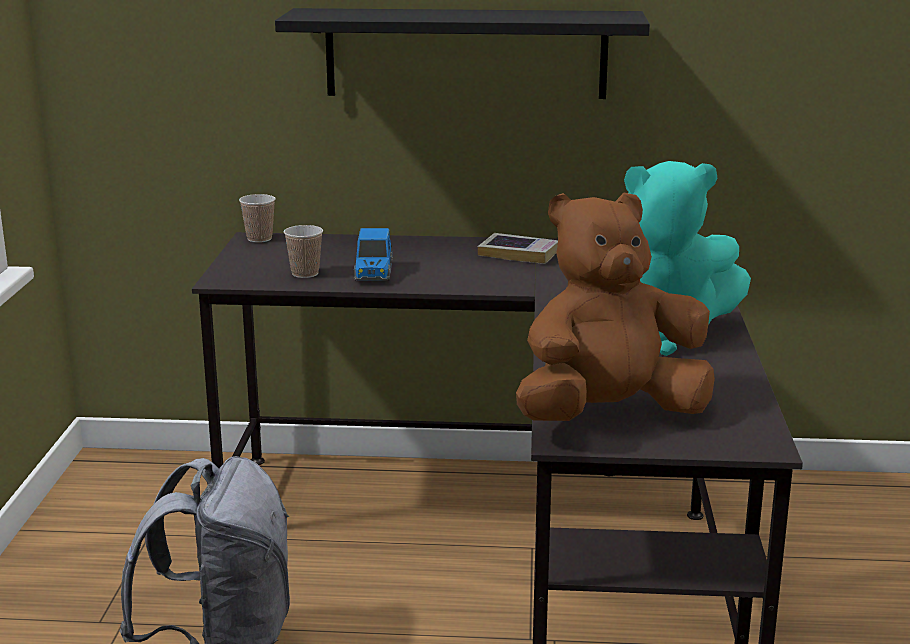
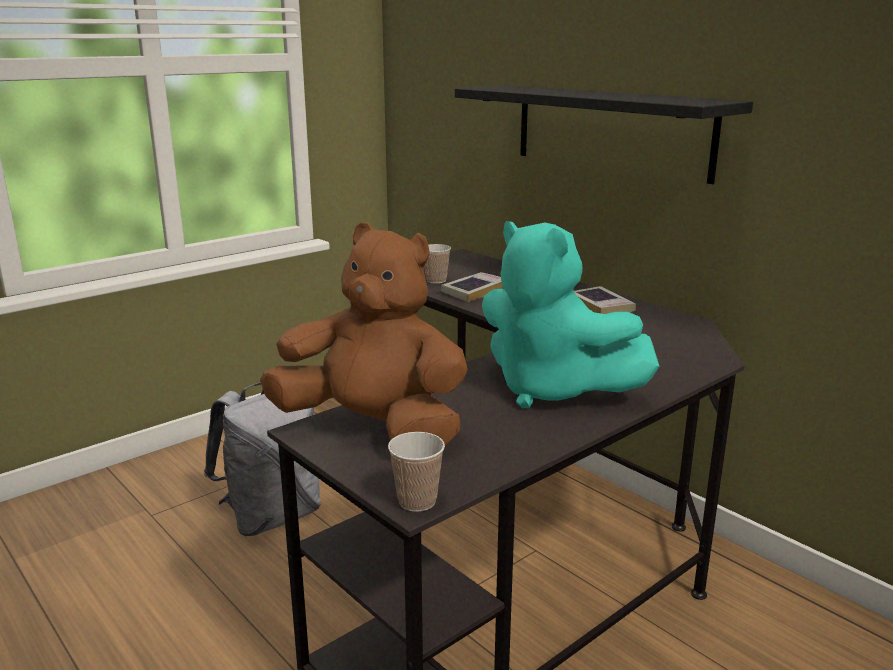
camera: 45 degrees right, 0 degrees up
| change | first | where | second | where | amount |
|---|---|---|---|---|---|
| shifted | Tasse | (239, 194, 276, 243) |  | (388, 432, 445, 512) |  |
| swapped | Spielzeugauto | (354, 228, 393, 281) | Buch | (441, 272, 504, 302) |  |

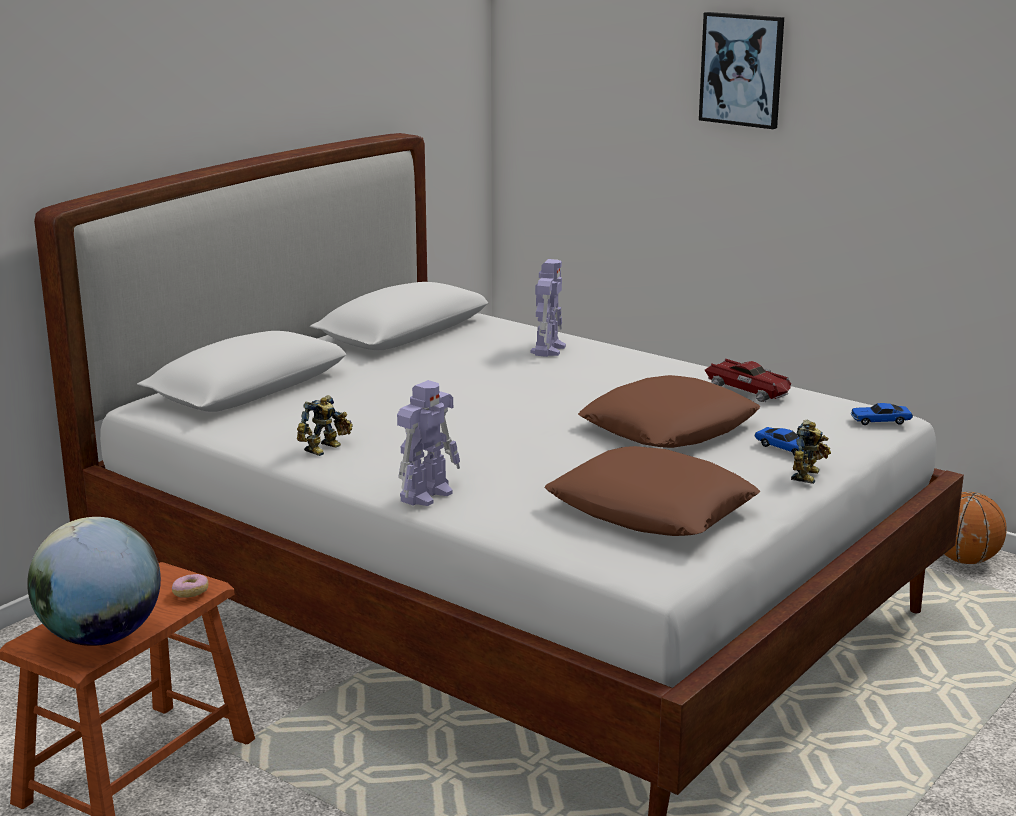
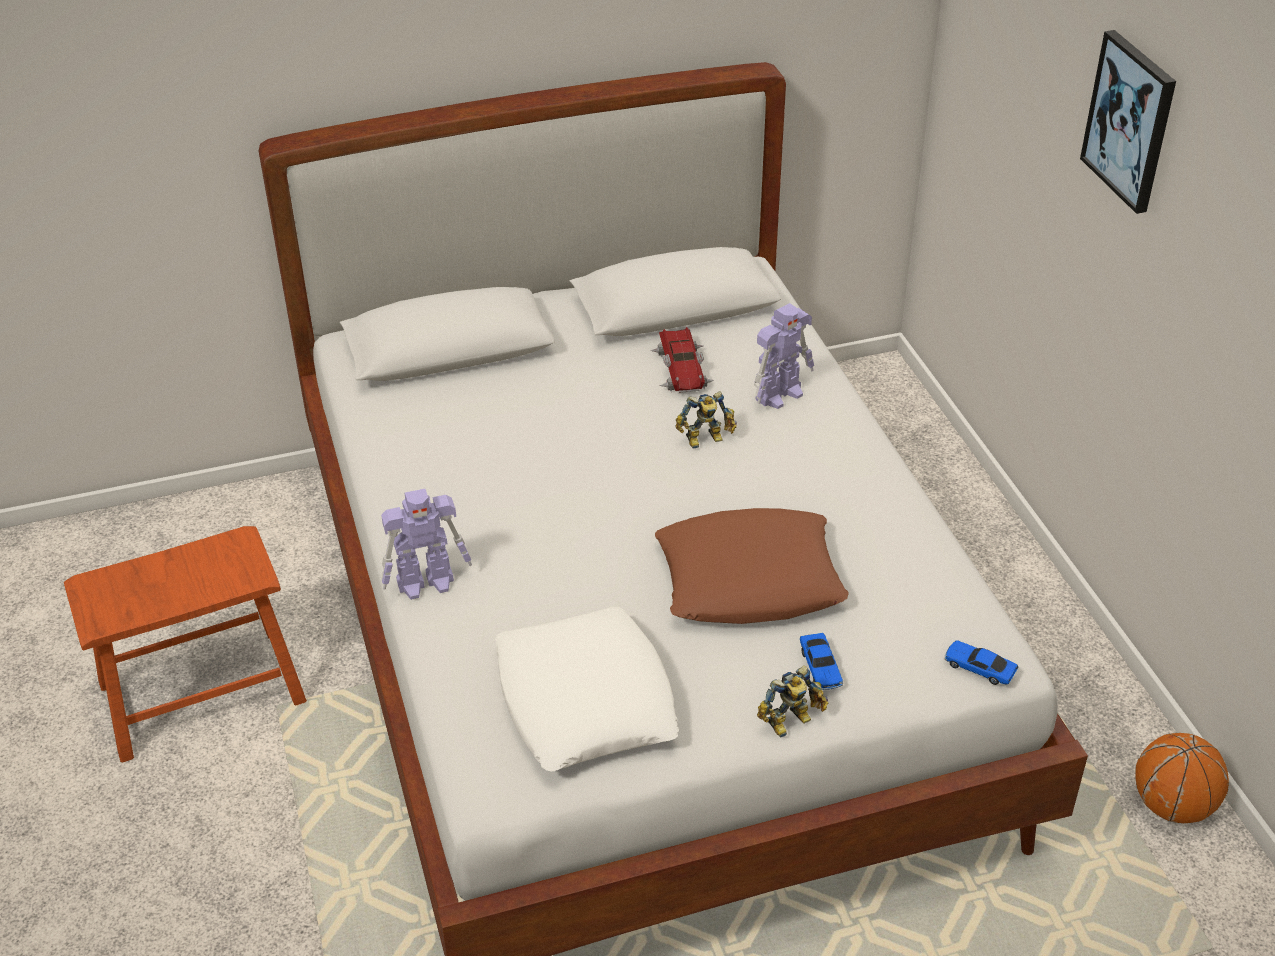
camera: 35 degrees right, 20 degrees up
| change | first | where | second | where | amount |
|---|---|---|---|---|---|
| repainted | Kissen [braun] | (545, 446, 760, 536) | Kissen [weiß] | (495, 607, 679, 771) |  |
| shifted | Spielzeugauto | (705, 358, 791, 402) |  | (651, 327, 714, 393) |  |
| shifted | Spielzeugroboter | (297, 395, 353, 456) |  | (675, 391, 737, 449) |  |
| gone | Globus | (27, 517, 161, 646) |  |  |  |
| gone | Donut | (172, 574, 208, 598) |  |  |  |

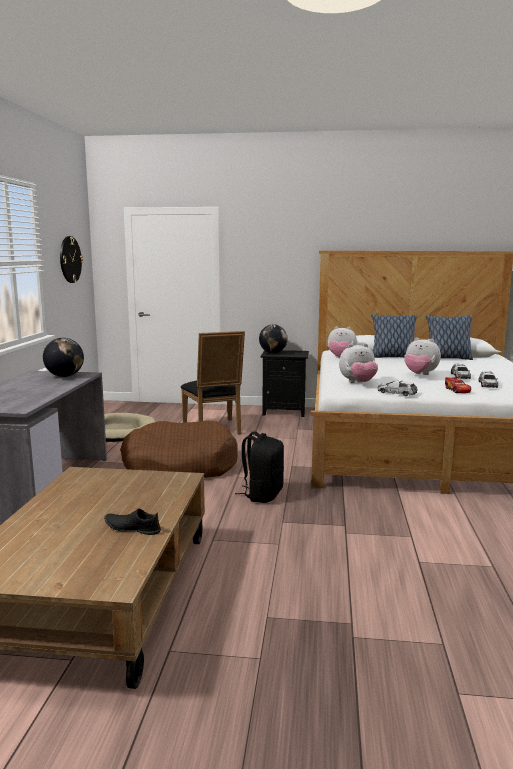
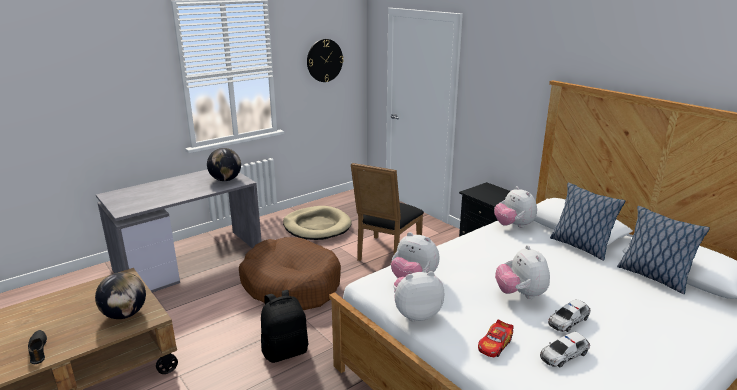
camera: 45 degrees right, 10 degrees up
| change | first | where | second | where | amount |
|---|---|---|---|---|---|
| shifted | Globus | (259, 324, 287, 353) |  | (95, 272, 146, 319) |  |
| swapped | Spielzeugauto | (378, 381, 417, 396) | Plüschtier | (394, 271, 444, 322) |  |

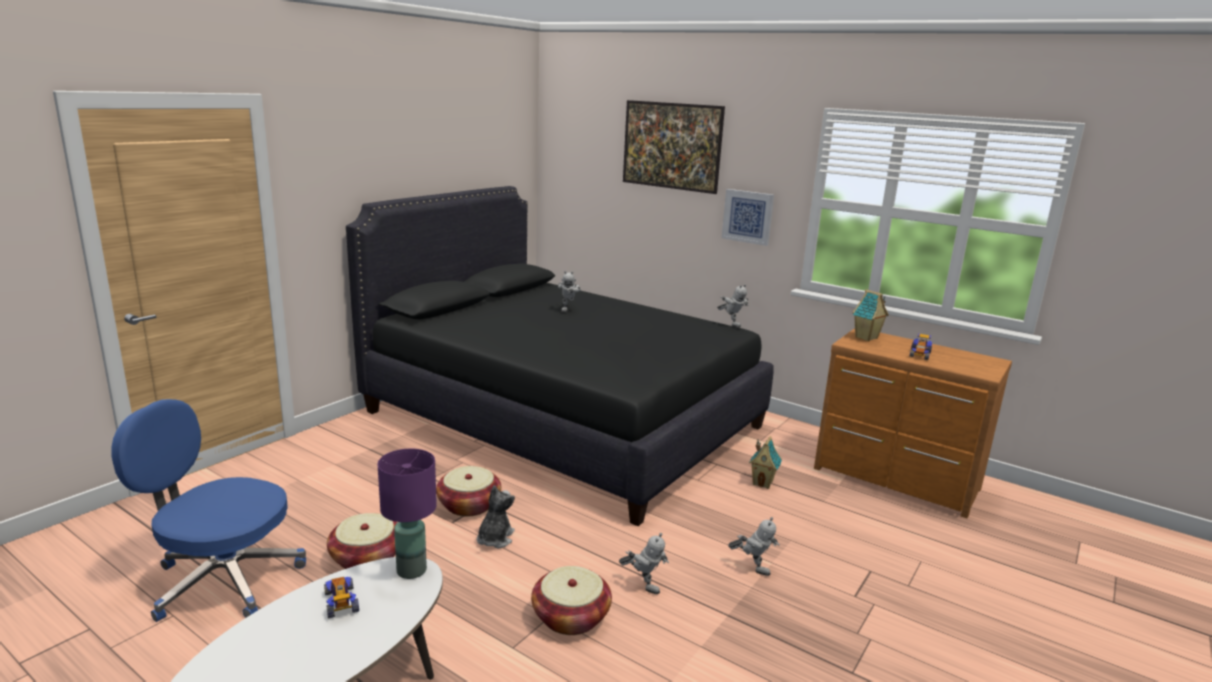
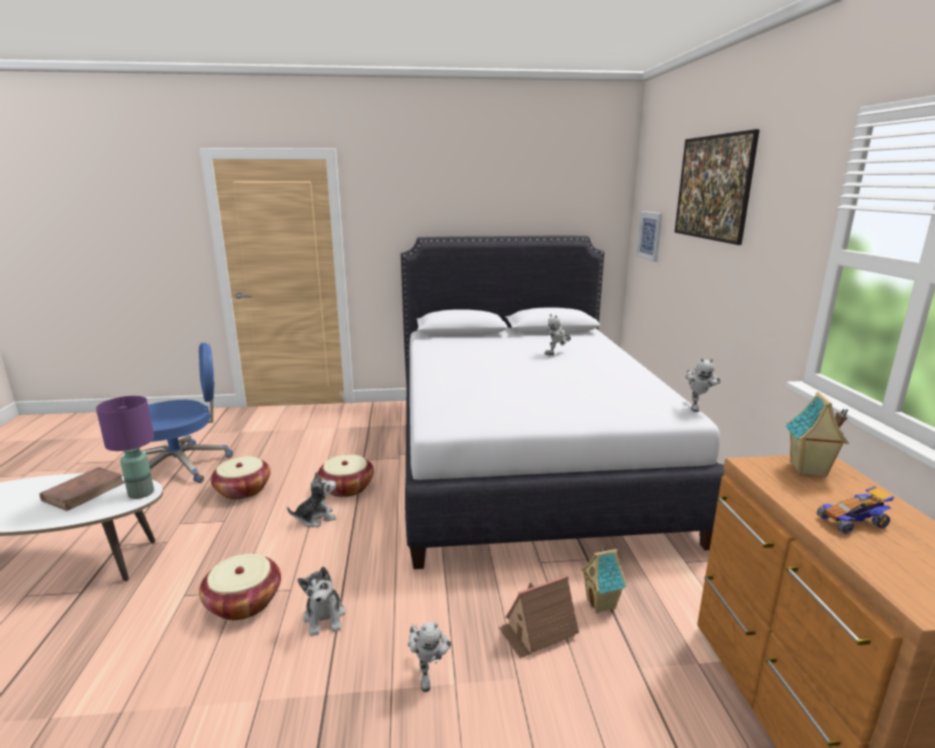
camera: 50 degrees right, 0 degrees up
| change | first | where | second | where | amount |
|---|---|---|---|---|---|
| swapped | Spielzeugauto | (324, 577, 359, 618) | Buch [braun] | (40, 467, 125, 511) |  |
| rotated | Bürostuhl [blau] | (111, 399, 306, 622) |  | (140, 343, 233, 483) | 90 degrees clockwise |
| swapped | Spielzeugroboter | (619, 533, 669, 594) | Plüschtier | (298, 566, 346, 636) |  |
| repainted | Bett [schwarz] | (346, 186, 774, 526) | Bett [weiß] | (401, 236, 724, 569) |  |
| new |  |  | Spielzeughaus | (498, 575, 579, 658) |  |
| shifted | Bild | (722, 189, 774, 246) |  | (636, 211, 663, 262) |  |

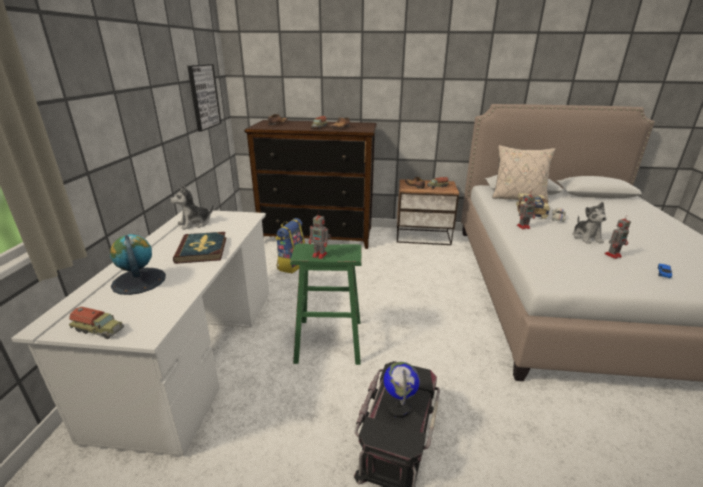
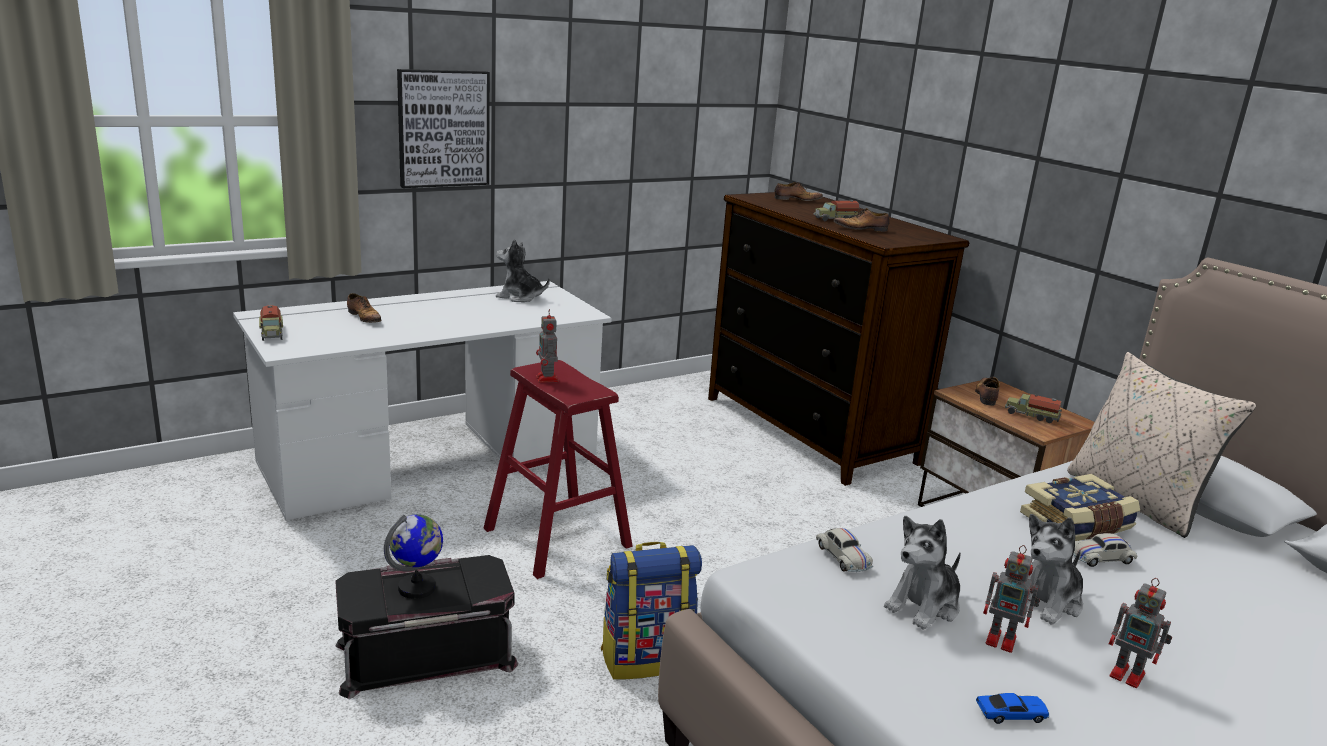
camera: 50 degrees right, 5 degrees down
| change | first | where | second | where | amount |
|---|---|---|---|---|---|
| swapped | Globus | (110, 234, 166, 295) | Schuh | (347, 293, 382, 323) |  |
| shifted | Bild | (187, 64, 221, 131) |  | (397, 69, 490, 188) |  |
| repainted | Hocker [grün] | (290, 243, 362, 365) | Hocker [rot] | (484, 360, 633, 579) |  |
| shifted | Rucksack | (276, 218, 306, 273) |  | (601, 542, 702, 679) |  |
| new |  |  | Spielzeugauto [weiß] | (816, 528, 873, 572) |  |
| new |  |  | Plüschtier | (884, 516, 961, 630) |  |
| shifted | Spielzeugroboter | (517, 191, 536, 229) |  | (1109, 578, 1172, 688) |  |
| gone | Buch | (173, 232, 226, 264) |  |  |  |

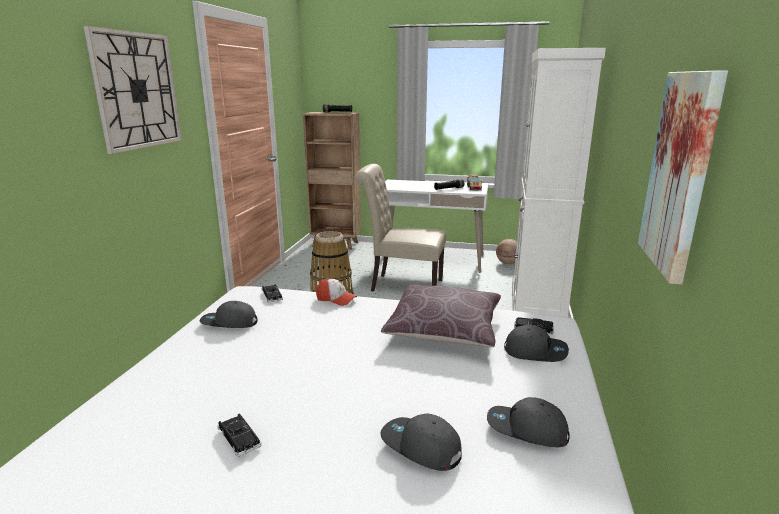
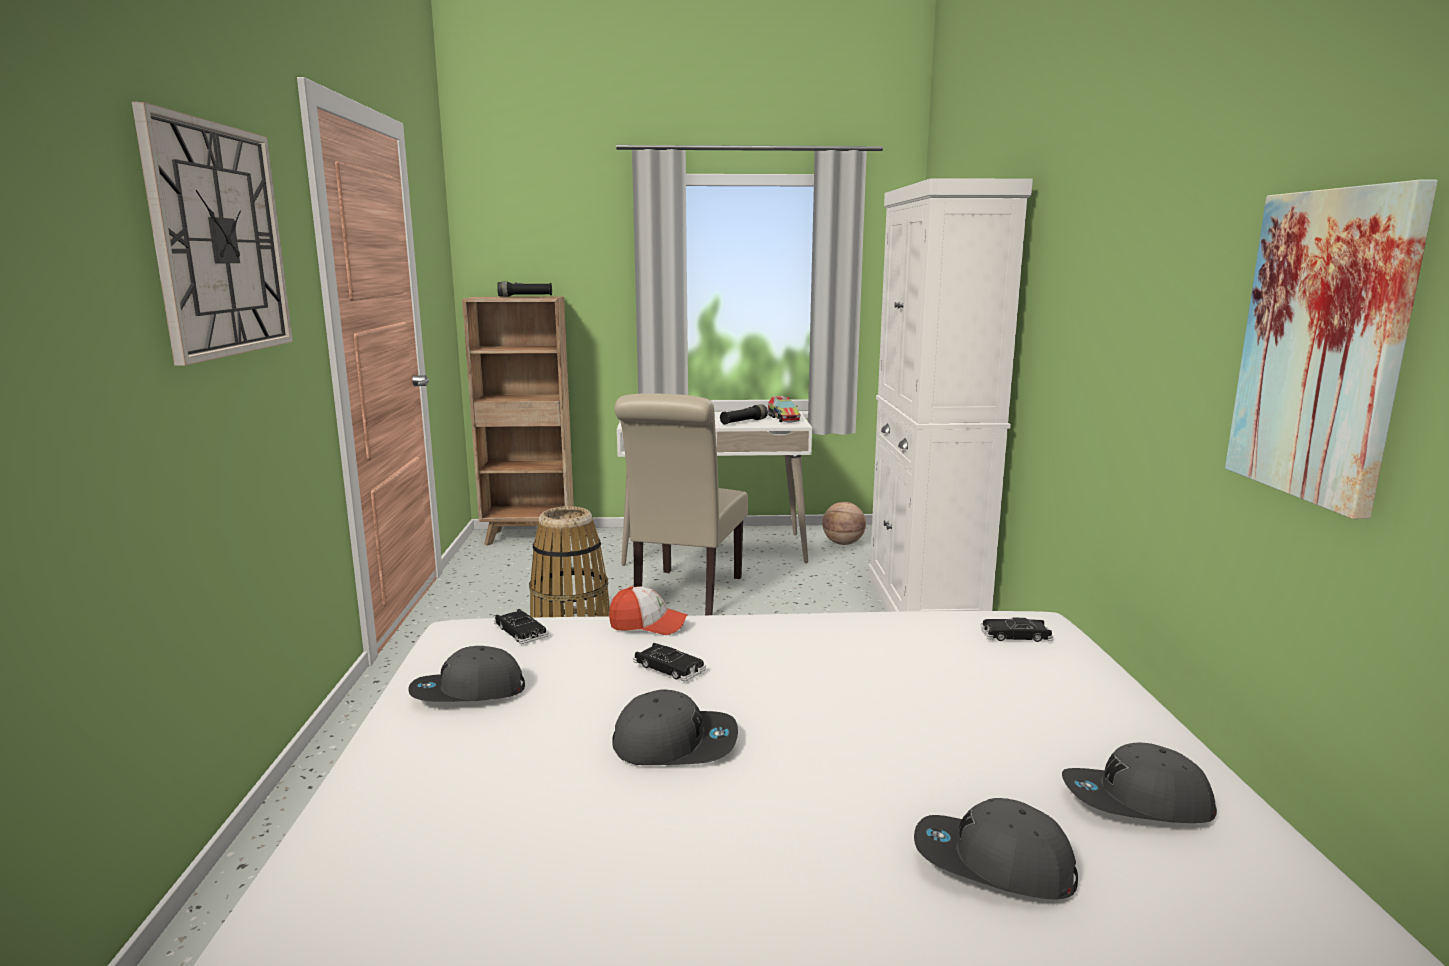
camera: 15 degrees left, 5 degrees down
| change | first | where | second | where | amount |
|---|---|---|---|---|---|
| shifted | Kappe [grau] | (504, 325, 569, 362) |  | (612, 690, 738, 765) |  |
| rotated | Stuhl [beige] | (355, 164, 446, 291) |  | (615, 393, 748, 615) | 75 degrees counterclockwise |
| shifted | Spielzeugauto [schwarz] | (217, 414, 262, 457) |  | (633, 643, 706, 681) |  |
| gone | Kissen [braun] | (381, 285, 501, 347) |  |  |  |

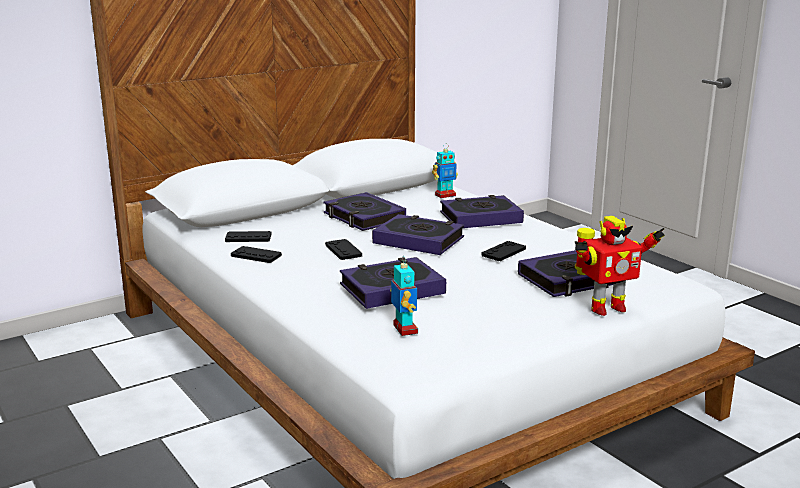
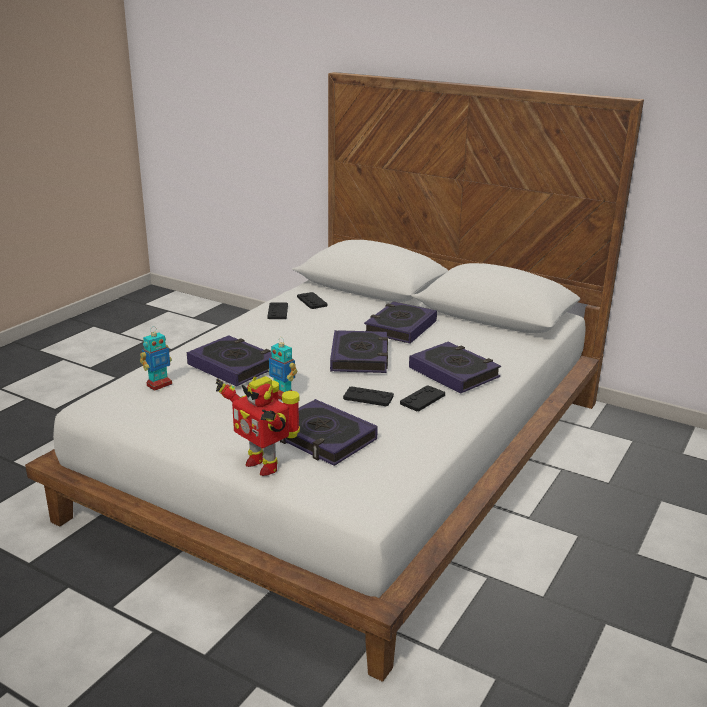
camera: 65 degrees right, 5 degrees up
| change | first | where | second | where | amount |
|---|---|---|---|---|---|
| shifted | Spielzeugroboter | (432, 144, 458, 198) |  | (268, 337, 297, 400) |  |
| shifted | Gamepad [schwarz] | (325, 239, 362, 260) |  | (400, 385, 445, 411) |  |

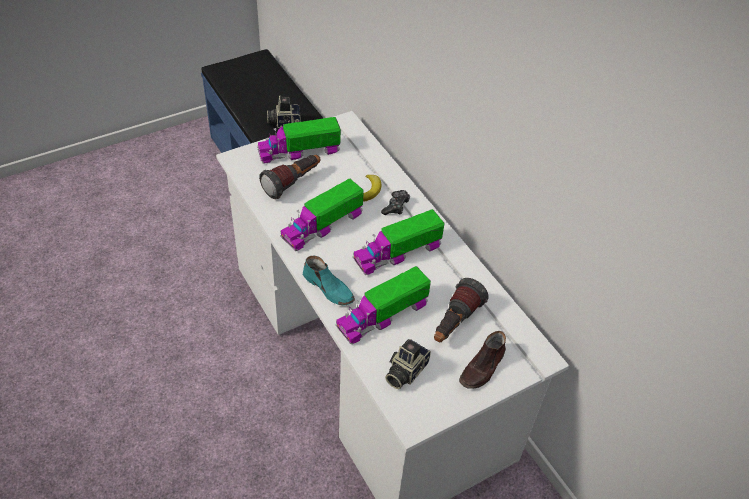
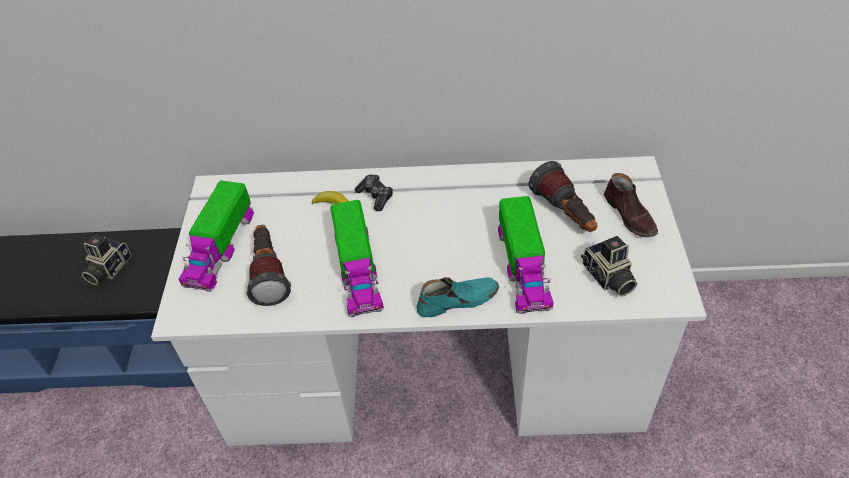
camera: 55 degrees left, 0 degrees up
| change | first | where | second | where | amount |
|---|---|---|---|---|---|
| gone | Spielzeuglaster | (353, 209, 444, 275) |  |  |  |

